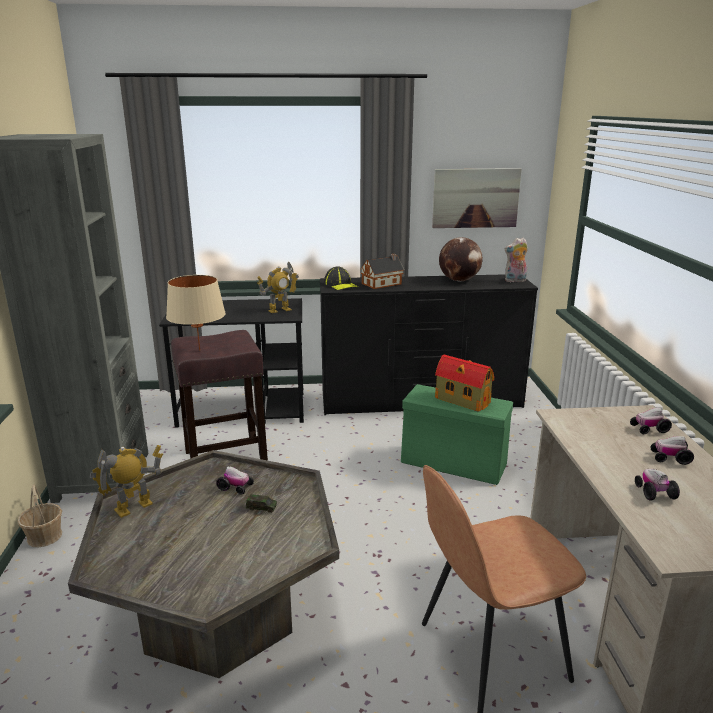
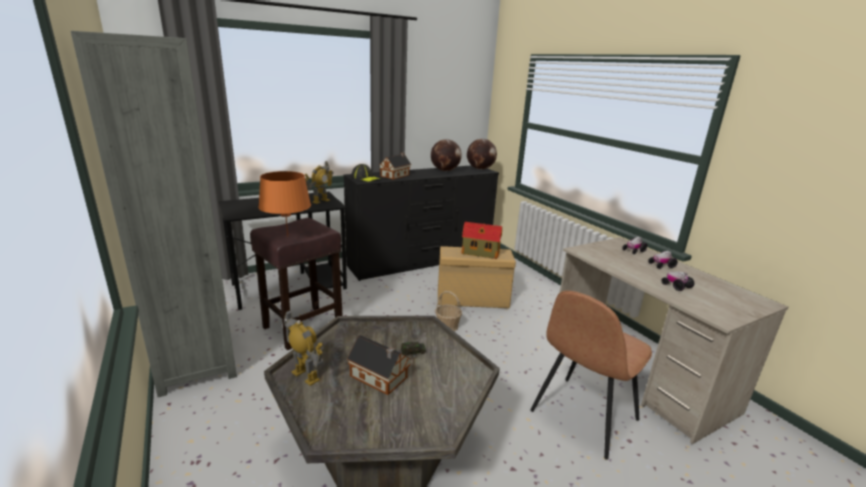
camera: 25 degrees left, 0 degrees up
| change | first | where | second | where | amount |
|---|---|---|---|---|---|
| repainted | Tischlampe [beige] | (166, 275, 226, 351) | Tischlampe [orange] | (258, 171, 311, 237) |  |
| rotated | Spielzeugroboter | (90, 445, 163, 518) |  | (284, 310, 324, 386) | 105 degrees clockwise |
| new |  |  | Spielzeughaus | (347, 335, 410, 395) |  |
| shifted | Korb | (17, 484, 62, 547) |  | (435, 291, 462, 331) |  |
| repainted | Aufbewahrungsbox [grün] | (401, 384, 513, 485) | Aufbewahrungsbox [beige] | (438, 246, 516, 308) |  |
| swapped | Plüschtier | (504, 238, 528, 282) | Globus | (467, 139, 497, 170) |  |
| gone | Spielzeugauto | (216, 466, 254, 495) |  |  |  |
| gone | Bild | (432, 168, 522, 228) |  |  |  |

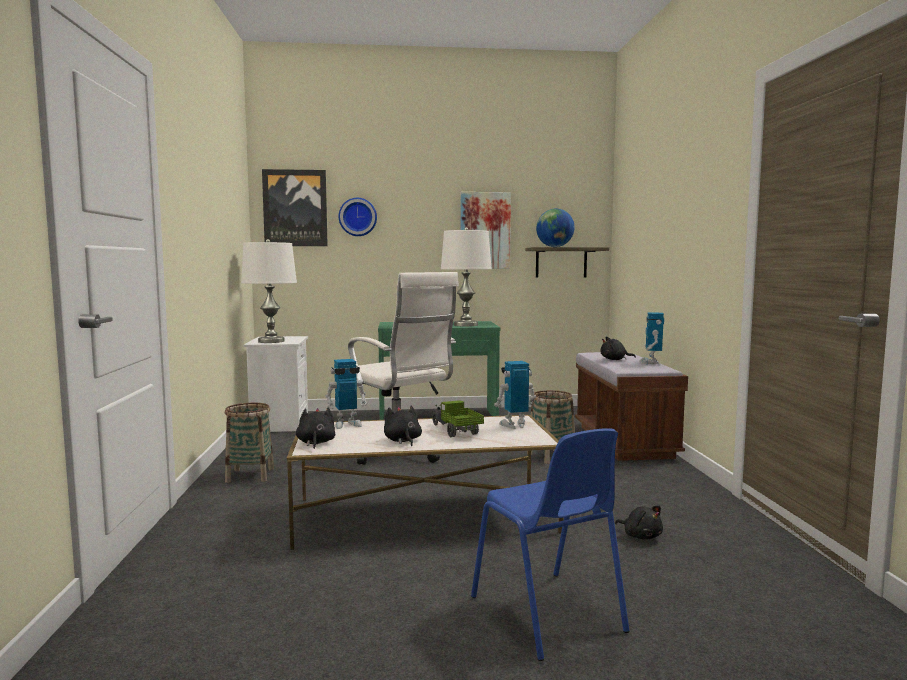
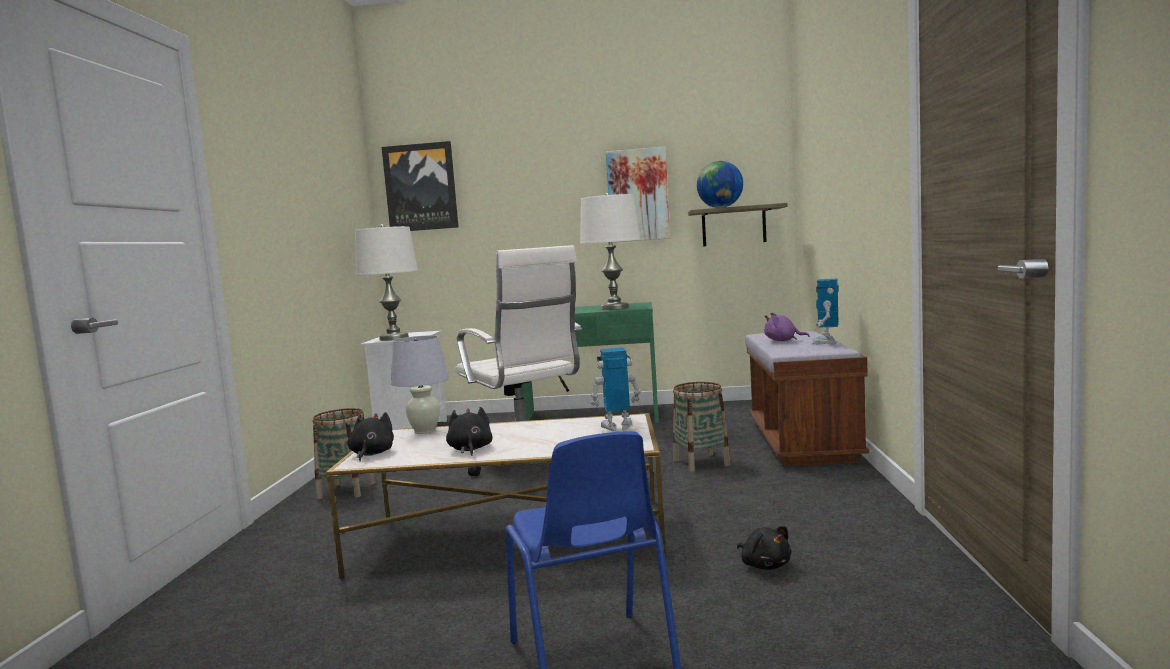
camera: 10 degrees right, 0 degrees up
| change | first | where | second | where | amount |
|---|---|---|---|---|---|
| swapped | Spielzeugroboter | (325, 359, 368, 429) | Tischlampe [weiß] | (391, 335, 449, 434) |  |
| repainted | Plüschtier [schwarz] | (601, 337, 636, 360) | Plüschtier [lila] | (764, 313, 810, 341) |  |
| gone | Wanduhr | (339, 198, 377, 236) |  |  |  |
| gone | Spielzeuglaster | (432, 400, 484, 437) |  |  |  |

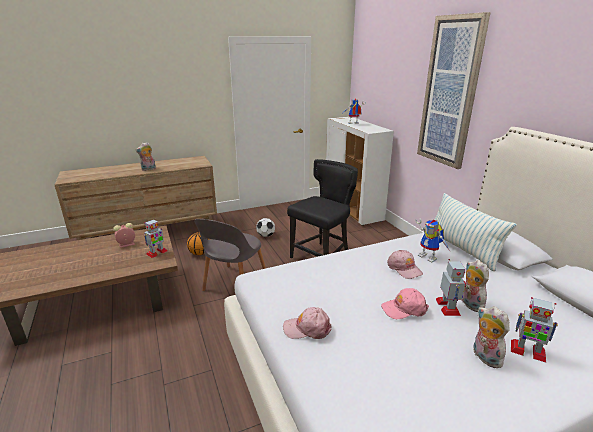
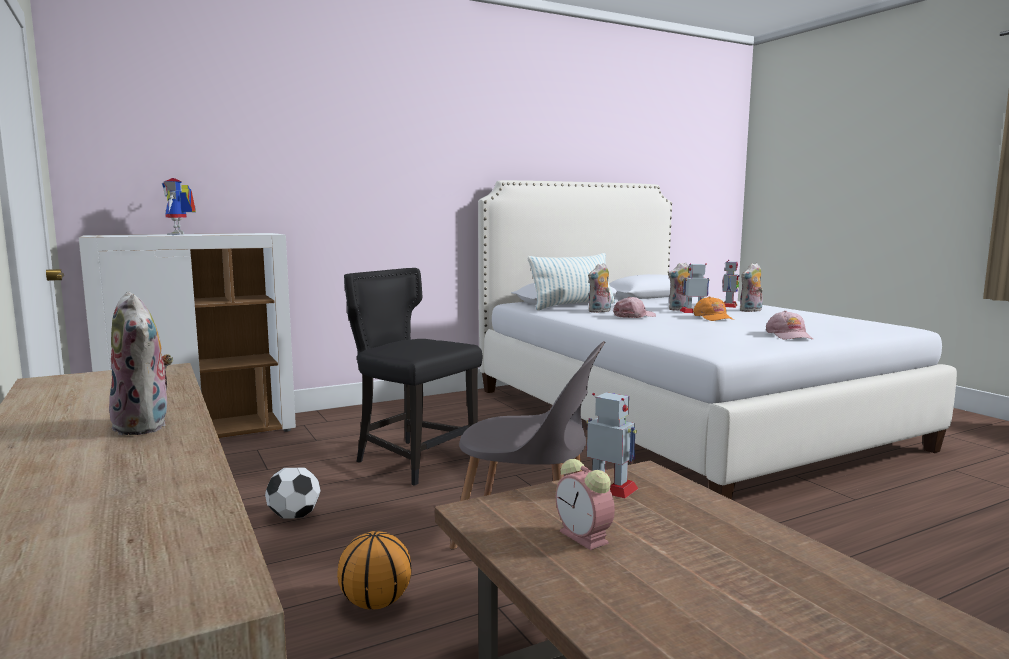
camera: 95 degrees left, 15 degrees down
| change | first | where | second | where | amount |
|---|---|---|---|---|---|
| swapped | Spielzeugroboter | (415, 219, 450, 262) | Plüschtier | (588, 263, 611, 313) |  |
| repainted | Kappe [rosa] | (381, 288, 429, 319) | Kappe [orange] | (693, 296, 734, 321) |  |
| gone | Bild | (417, 12, 491, 169) |  |  |  |

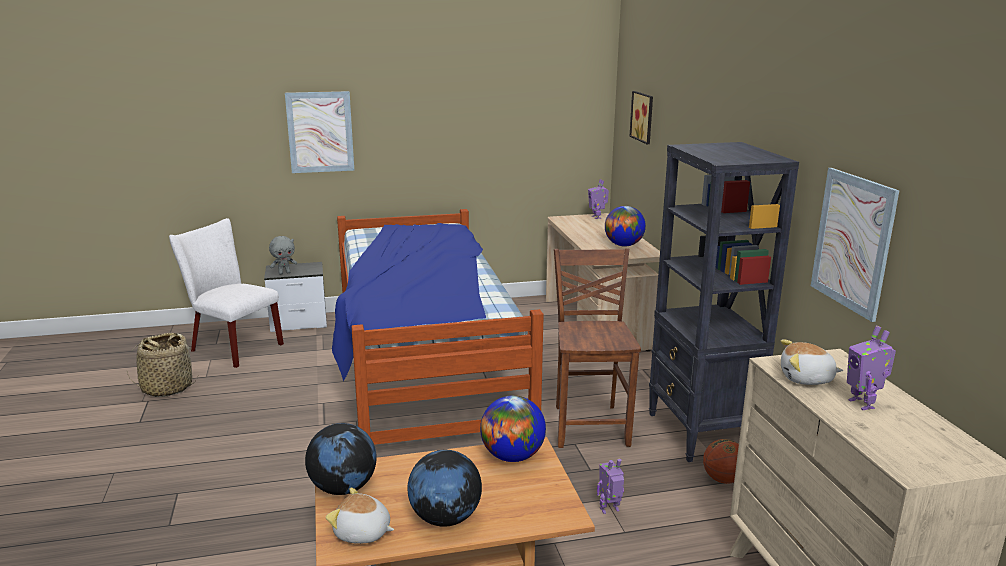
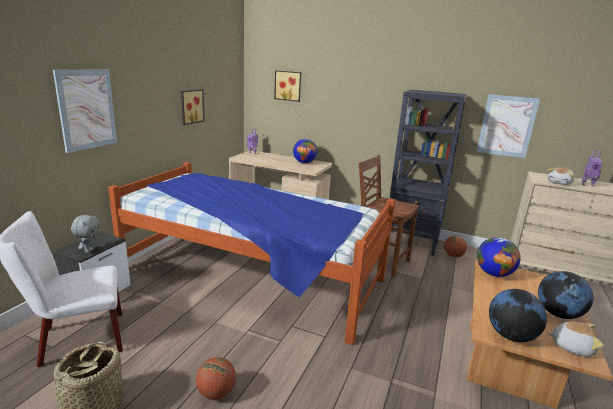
camera: 55 degrees left, 0 degrees up
| change | first | where | second | where | amount |
|---|---|---|---|---|---|
| new |  |  | Bild | (181, 90, 205, 125) |  |
| new |  |  | Basketball | (196, 357, 236, 400) |  |
| rotated | Plüschtier | (326, 487, 394, 544) |  | (548, 322, 603, 357) | 120 degrees counterclockwise |
| gone | Spielzeugroboter | (597, 459, 624, 514) |  |  |  |

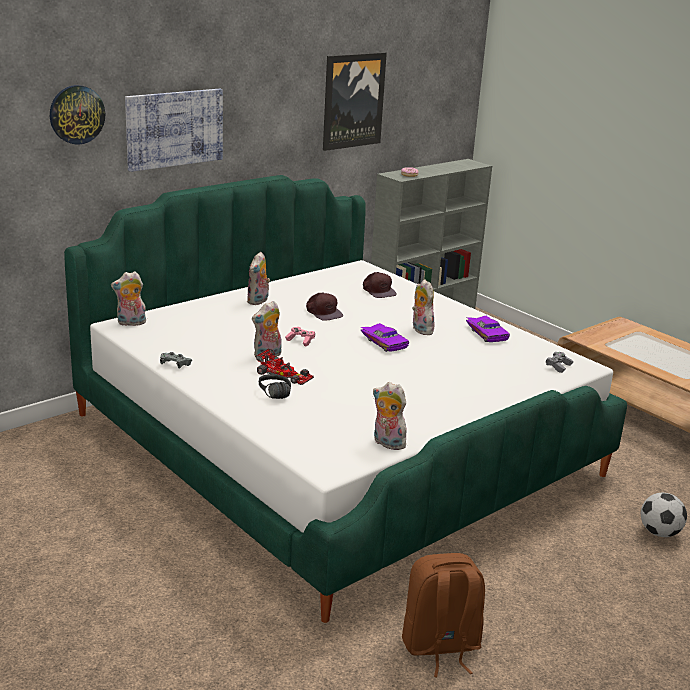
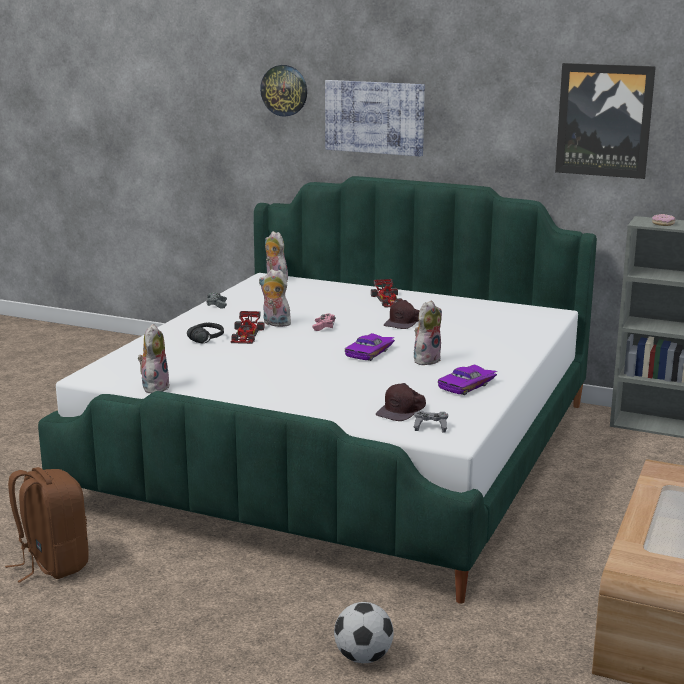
camera: 65 degrees right, 5 degrees down
| change | first | where | second | where | amount |
|---|---|---|---|---|---|
| swapped | Plüschtier | (247, 252, 270, 305) | Spielzeugauto | (371, 279, 403, 308) |  |
| shifted | Kappe [braun] | (363, 272, 397, 298) |  | (376, 383, 426, 421) |  |

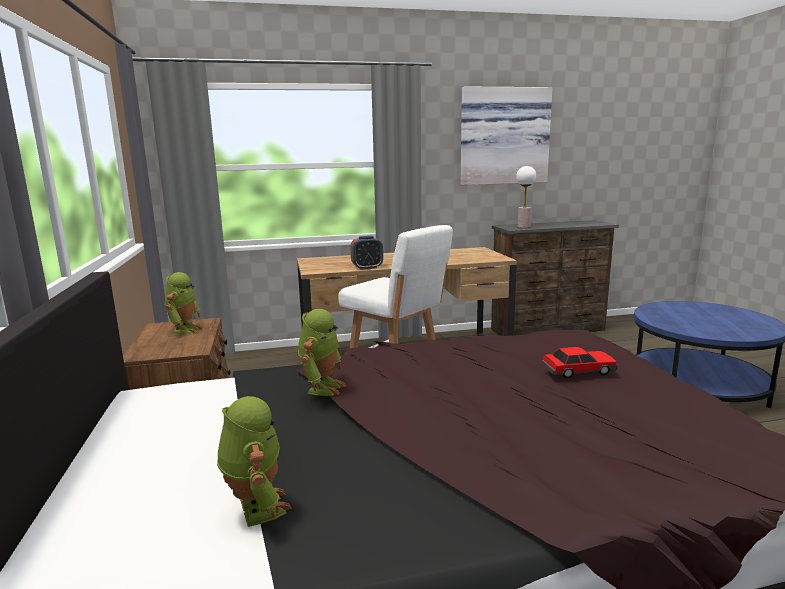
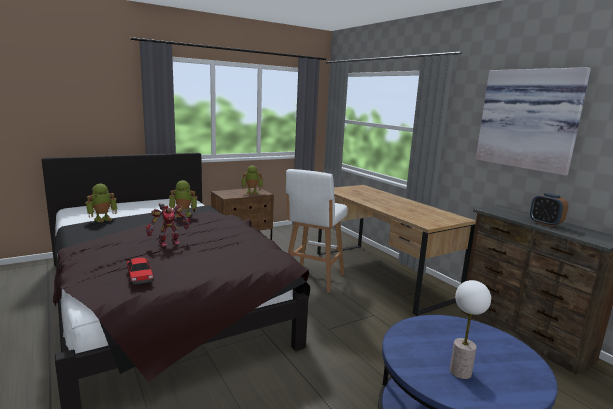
camera: 70 degrees right, 0 degrees up
| change | first | where | second | where | amount |
|---|---|---|---|---|---|
| shifted | Spielzeugauto | (541, 347, 618, 378) |  | (127, 257, 154, 284) |  |
| new |  |  | Spielzeugroboter | (146, 203, 190, 247) |  |
| shifted | Tischlampe | (516, 166, 536, 228) |  | (450, 280, 491, 379) |  |
| shifted | Wecker | (350, 236, 383, 270) |  | (530, 193, 568, 227) |  |

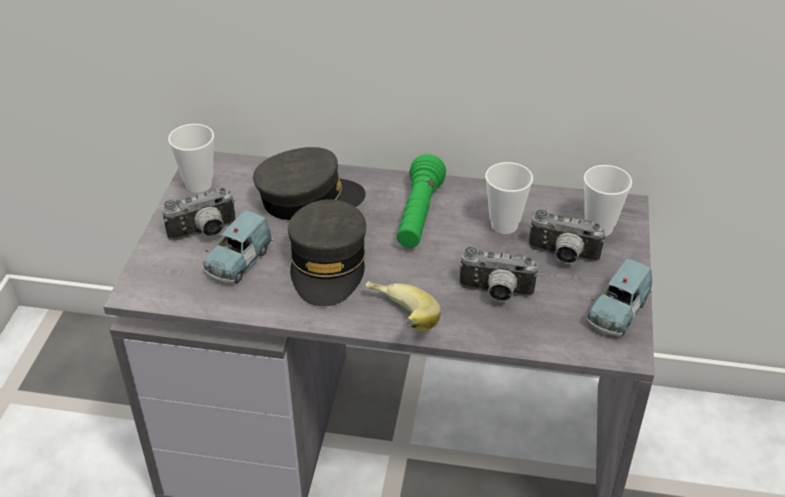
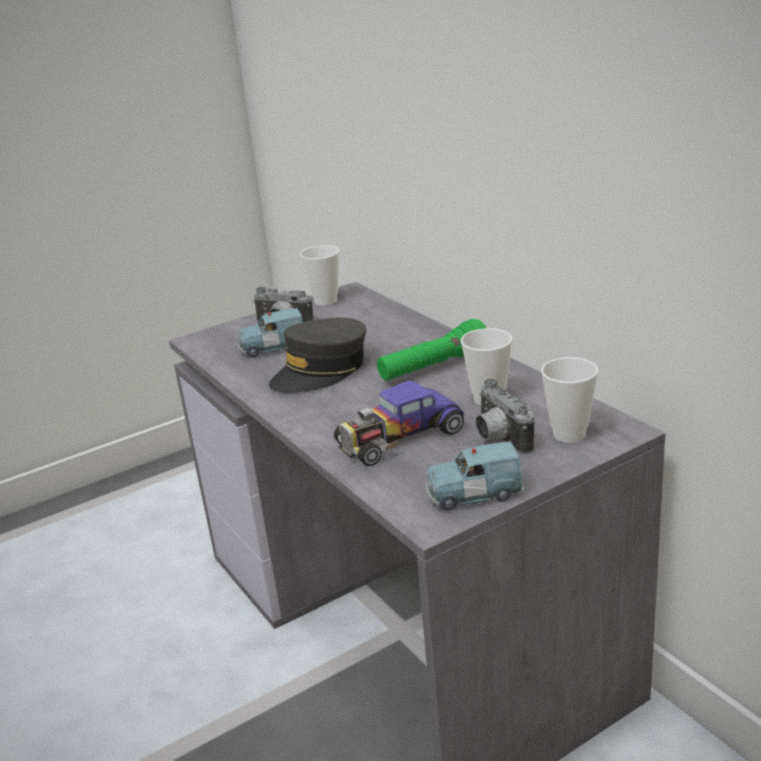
camera: 50 degrees right, 15 degrees down
| change | first | where | second | where | amount |
|---|---|---|---|---|---|
| swapped | Kamera | (459, 247, 538, 302) | Spielzeugauto | (334, 381, 464, 466) |  |
| gone | Kappe [grau] | (253, 147, 366, 220) |  |  |  |
| gone | Banane | (365, 281, 441, 331) |  |  |  |

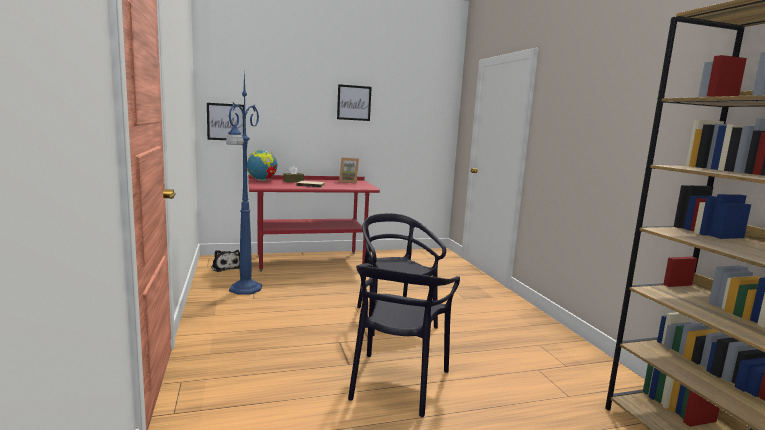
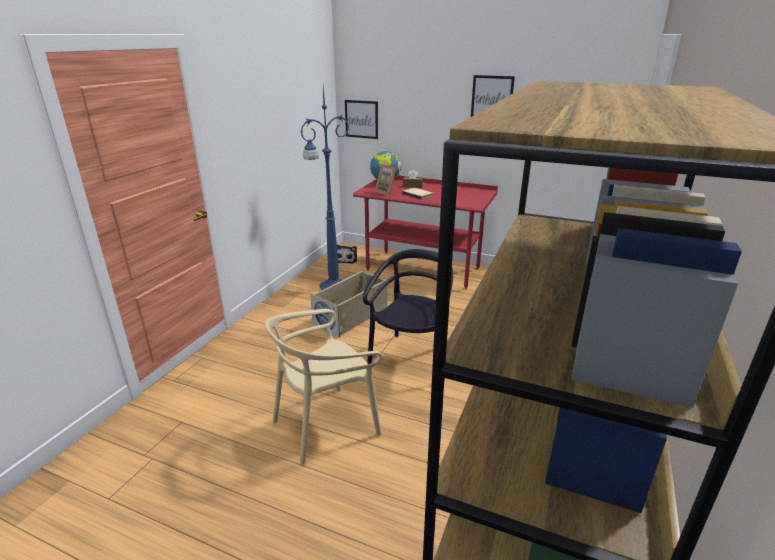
camera: 40 degrees right, 15 degrees up
| change | first | where | second | where | amount |
|---|---|---|---|---|---|
| repainted | Stuhl [schwarz] | (348, 263, 460, 417) | Stuhl [beige] | (265, 309, 383, 465) |  |
| new |  |  | Aufbewahrungsbox [beige] | (310, 271, 387, 338) |  |
| shifted | Bilderrahmen | (339, 158, 359, 183) |  | (375, 164, 397, 196) |  |

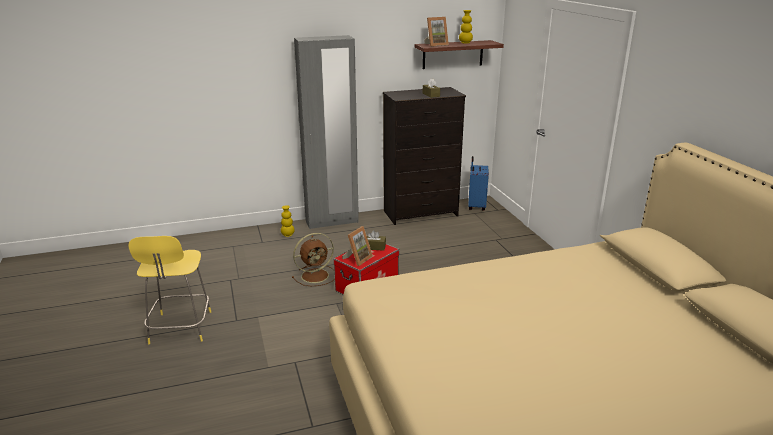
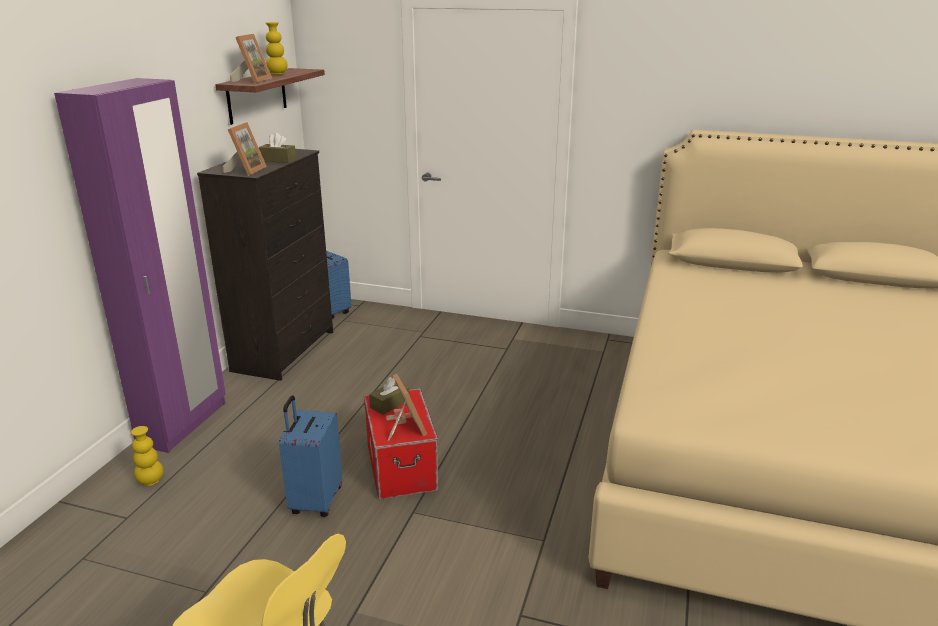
camera: 55 degrees left, 0 degrees up
| change | first | where | second | where | amount |
|---|---|---|---|---|---|
| repainted | Kleiderschrank [grau] | (294, 35, 359, 229) | Kleiderschrank [lila] | (54, 78, 226, 453) |  |
| new |  |  | Bilderrahmen | (222, 122, 267, 176) |  |
| swapped | Ventilator [braun] | (292, 233, 335, 286) | Koffer [blau] | (279, 395, 342, 517) |  |

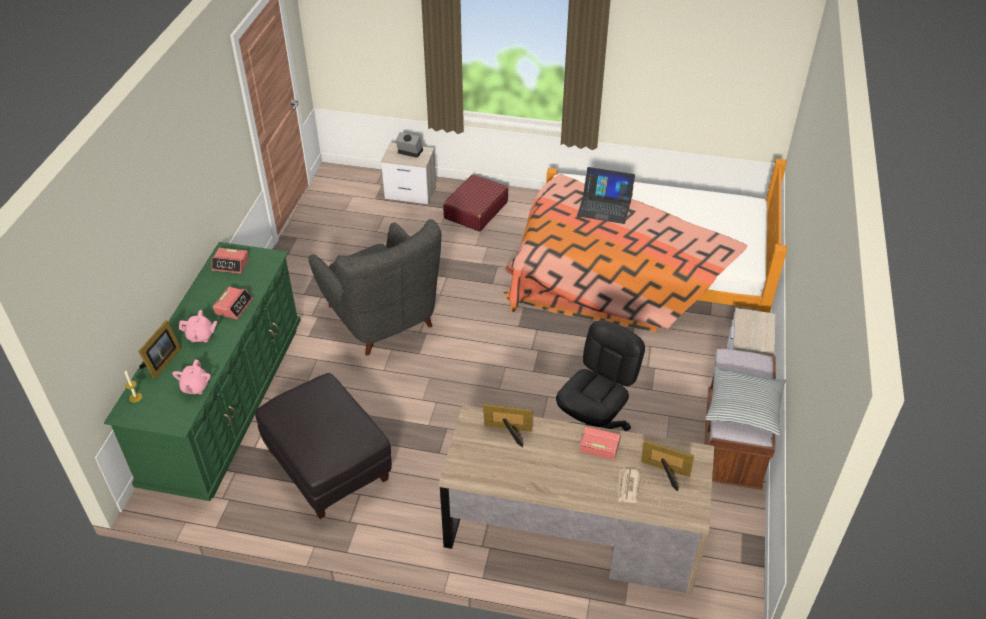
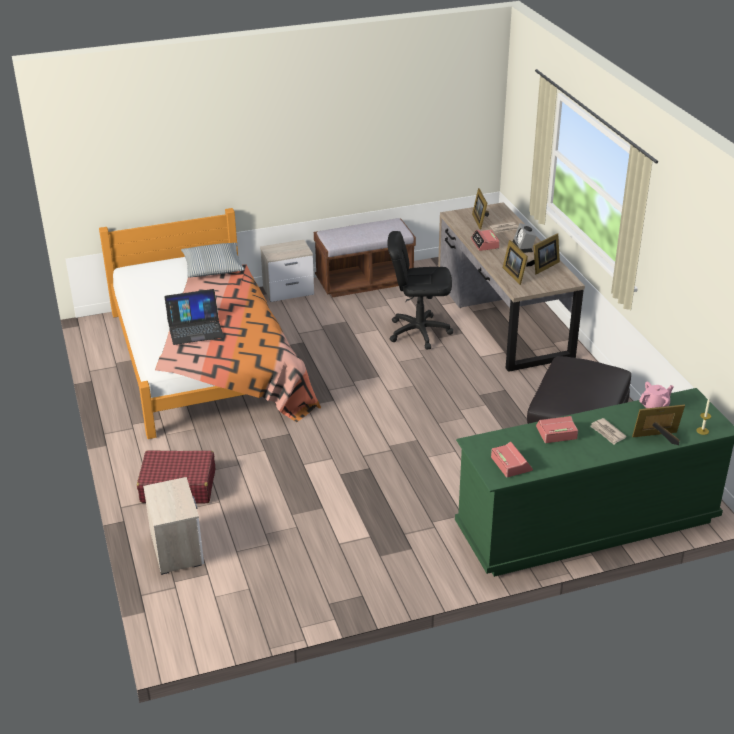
camera: 120 degrees left, 10 degrees down
| change | first | where | second | where | amount |
|---|---|---|---|---|---|
| rotated | Laptop | (577, 167, 635, 224) |  | (165, 289, 224, 345) | 90 degrees clockwise |
| shifted | Kissen | (705, 366, 786, 435) |  | (181, 243, 245, 278) |  |
| shifted | Wecker | (396, 132, 423, 158) |  | (513, 223, 536, 253) |  |
| new |  |  | Bilderrahmen | (526, 233, 560, 274) |  |
| swapped | Teekanne [rosa] | (179, 310, 217, 342) | Zeitung | (590, 418, 627, 445) |  |
| gone | Sessel [grau] | (309, 219, 441, 356) |  |  |  |

